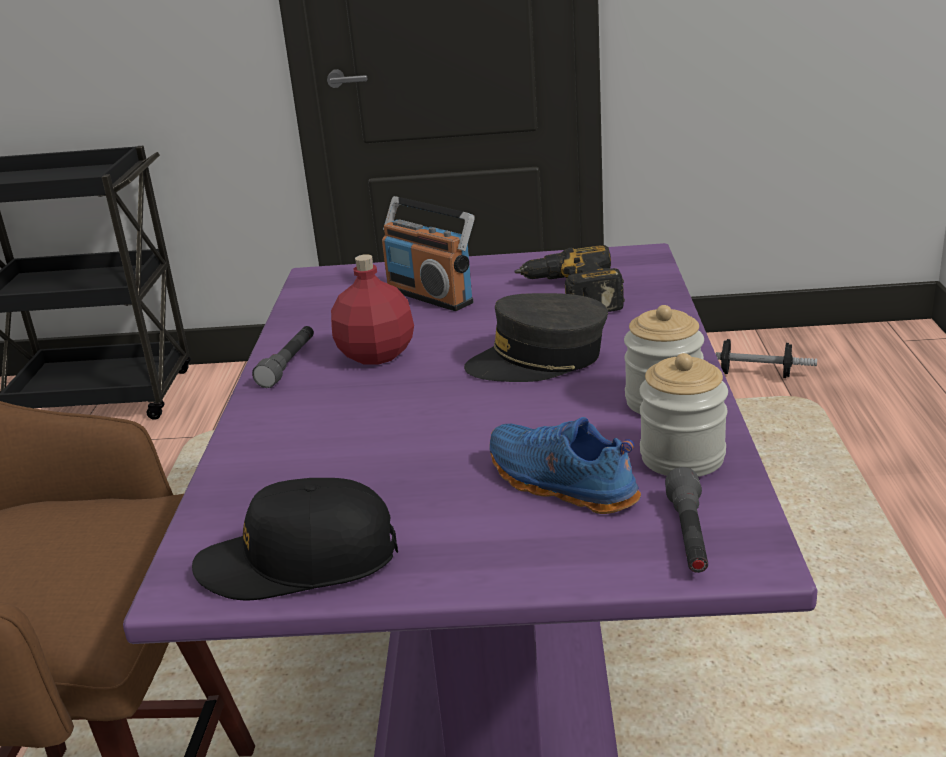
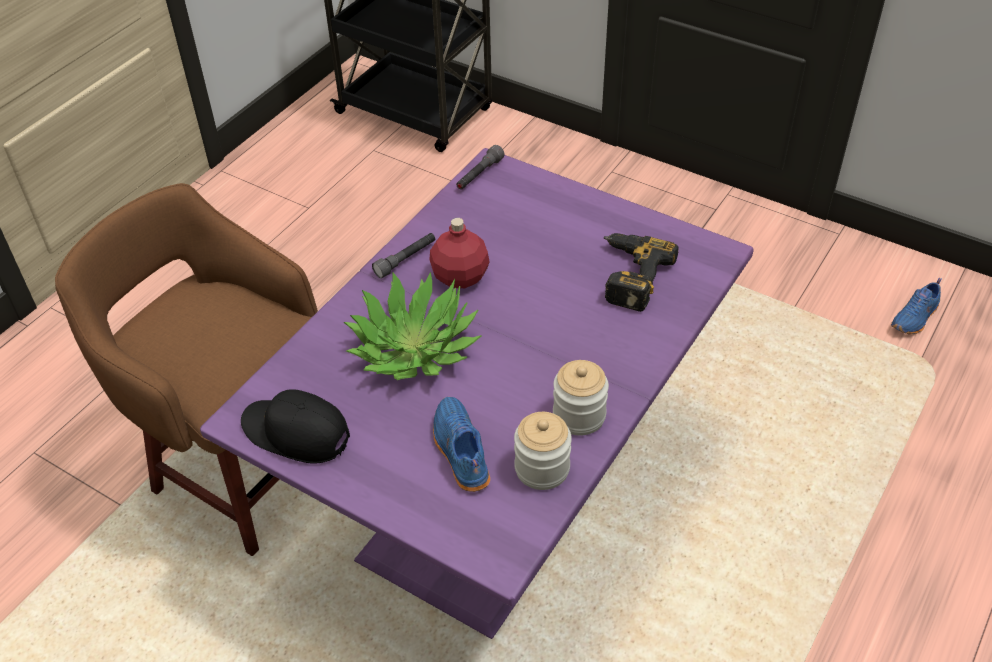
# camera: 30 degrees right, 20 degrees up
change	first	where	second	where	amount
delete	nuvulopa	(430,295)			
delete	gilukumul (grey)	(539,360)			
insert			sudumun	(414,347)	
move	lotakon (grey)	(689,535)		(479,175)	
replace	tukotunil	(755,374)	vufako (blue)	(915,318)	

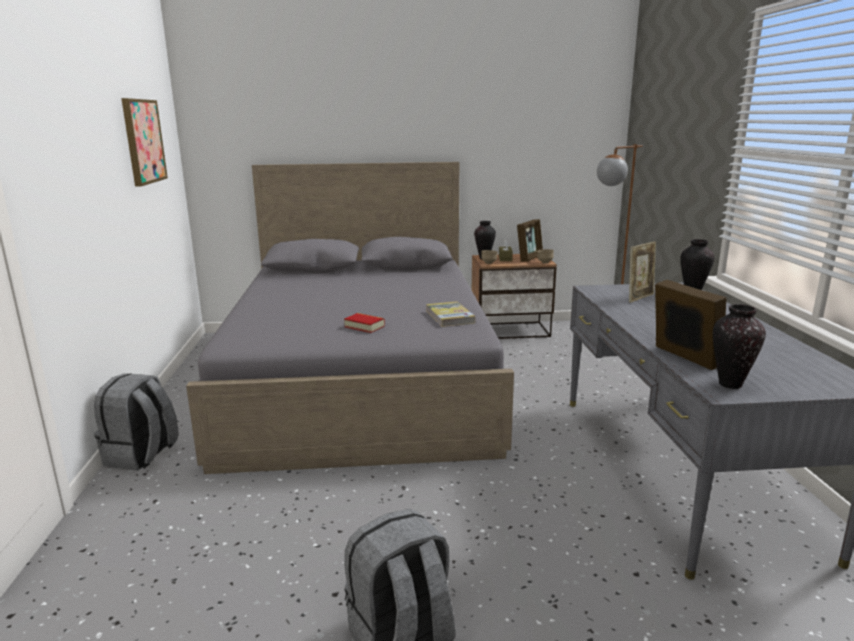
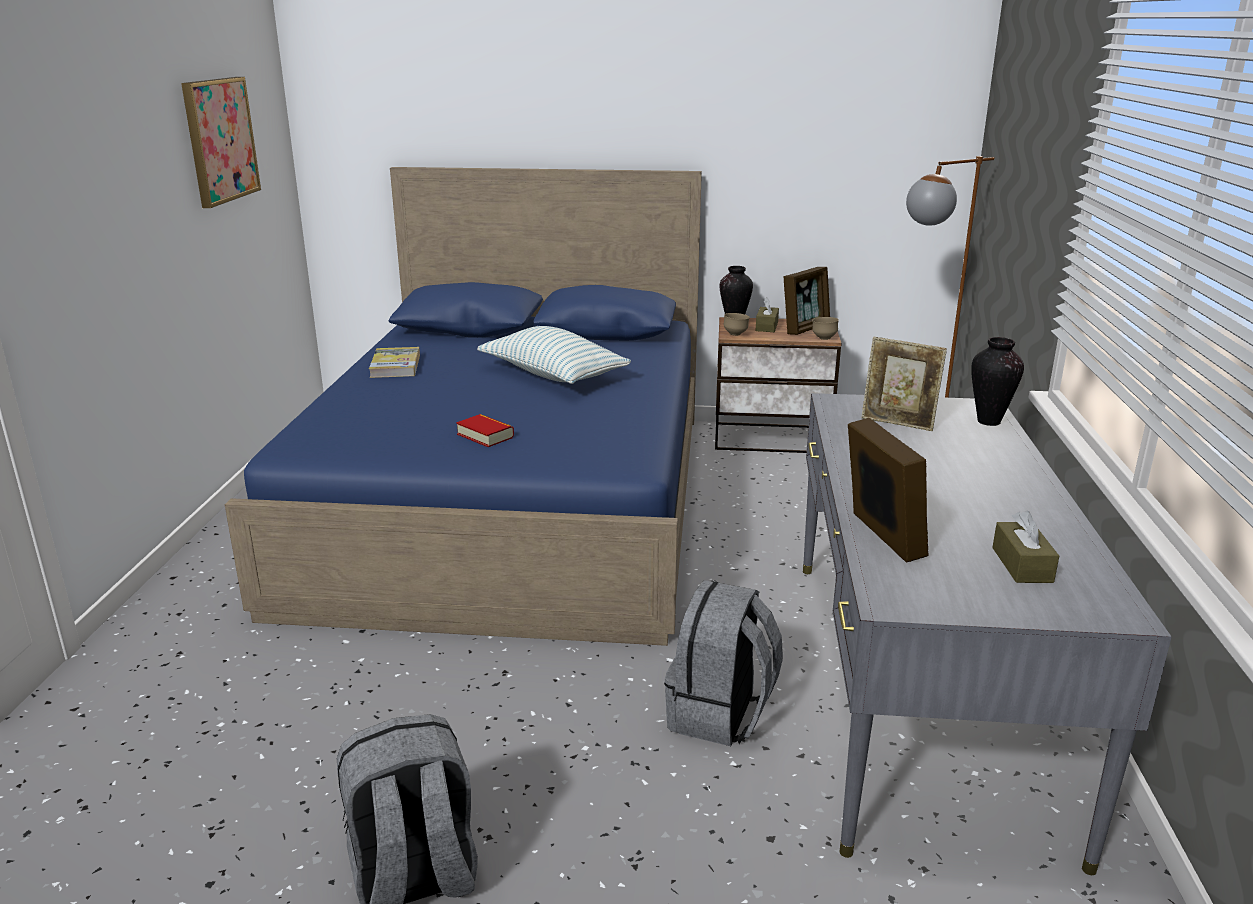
# camera: 10 degrees right, 5 degrees up
change	first	where	second	where	amount
delete	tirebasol	(730,384)			
insert			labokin	(553,375)	
insert			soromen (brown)	(1022,565)	
move	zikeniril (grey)	(142,455)		(720,715)	
move	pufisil	(449,317)		(395,366)	
recolor	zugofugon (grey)	(362,380)	zugofugon (blue)	(516,502)	
rotate	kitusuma	(640,298)		(898,423)	60 degrees clockwise

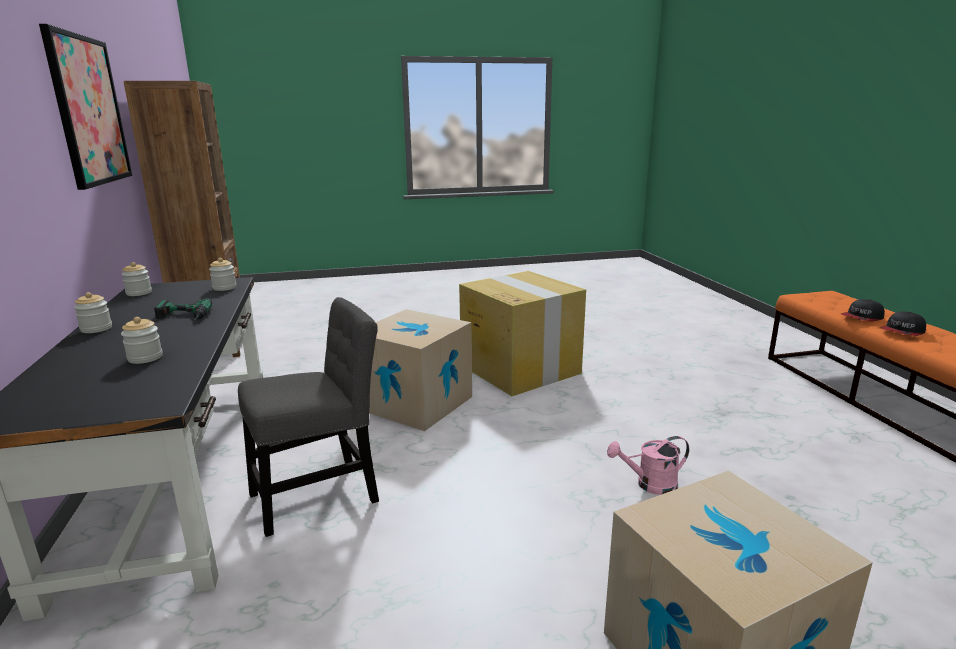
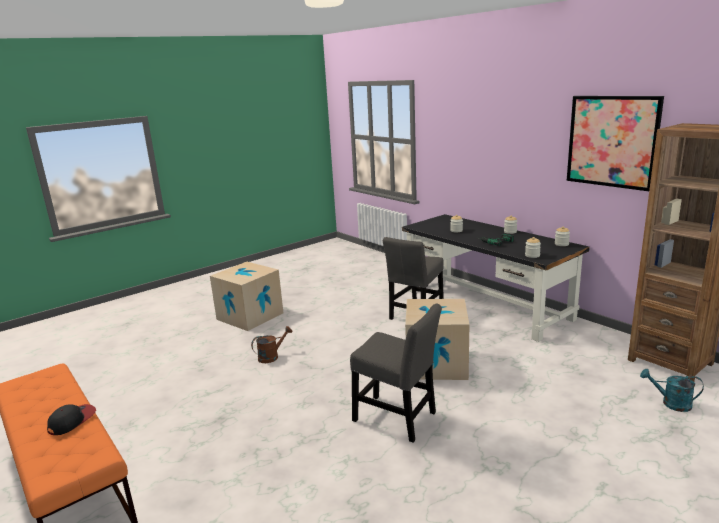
# camera: 155 degrees right, 0 degrees up
change	first	where	second	where	amount
delete	gilukumul	(903,331)			
insert			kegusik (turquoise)	(671,403)	
replace	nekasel	(519,368)	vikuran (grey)	(398,418)	
recolor	kegusik (pink)	(649,485)	kegusik (brown)	(272,356)	

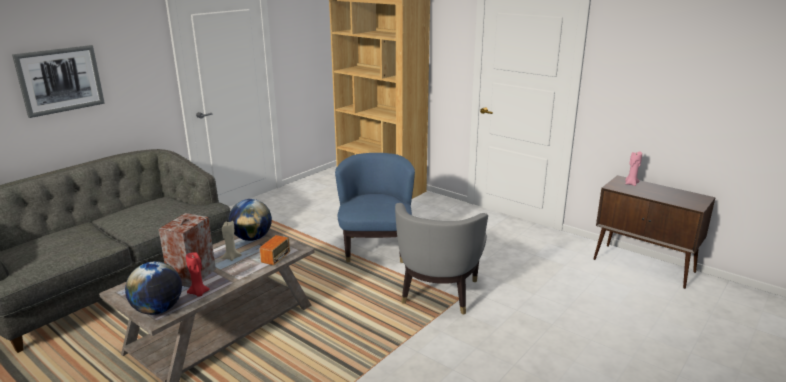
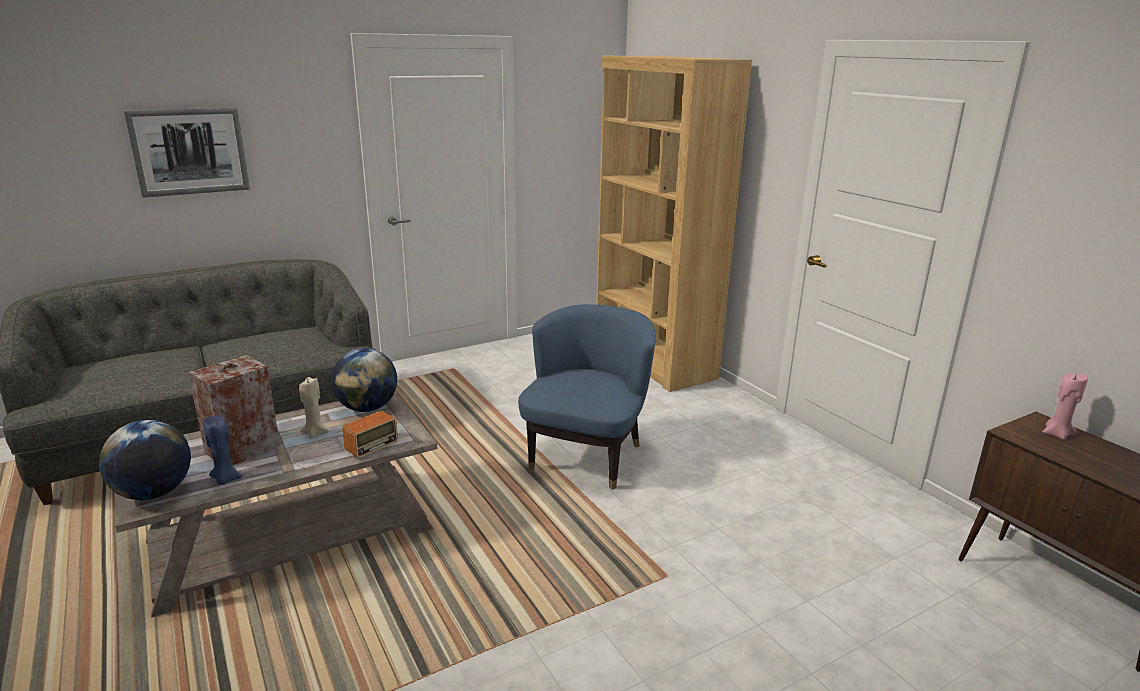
# camera: 20 degrees right, 0 degrees up
change	first	where	second	where	amount
delete	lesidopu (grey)	(439,293)			
recolor	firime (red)	(198,293)	firime (blue)	(225,479)	

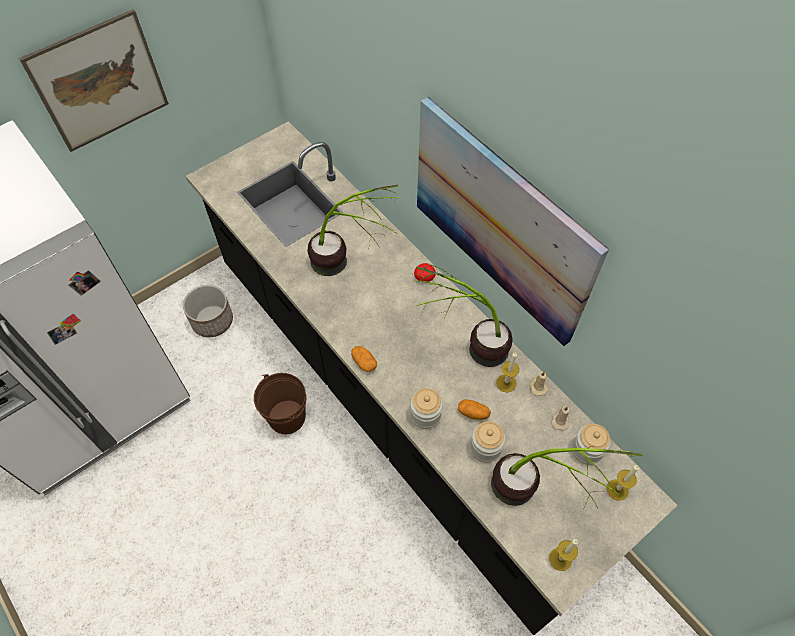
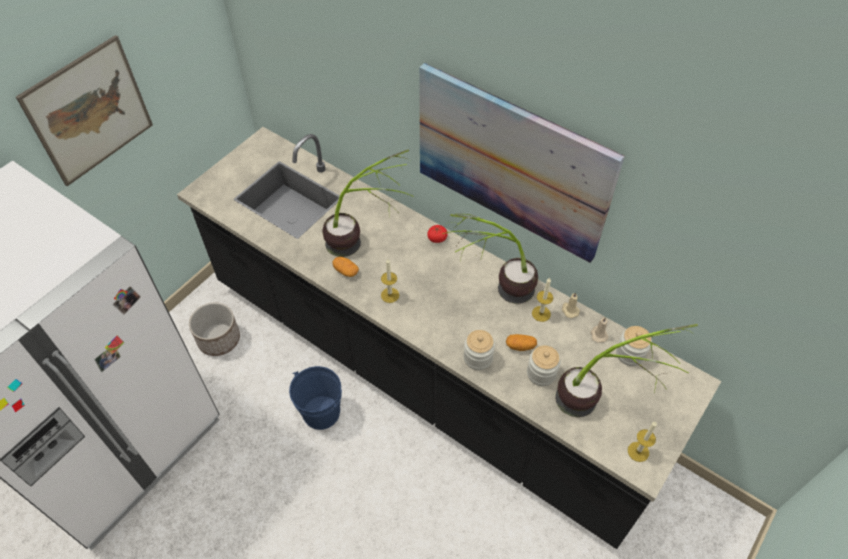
# camera: 15 degrees left, 5 degrees down
change	first	where	second	where	amount
move	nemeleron	(364,362)		(346,271)	
move	firime	(617,489)		(390,295)	
recolor	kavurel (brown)	(287,417)	kavurel (blue)	(321,412)	

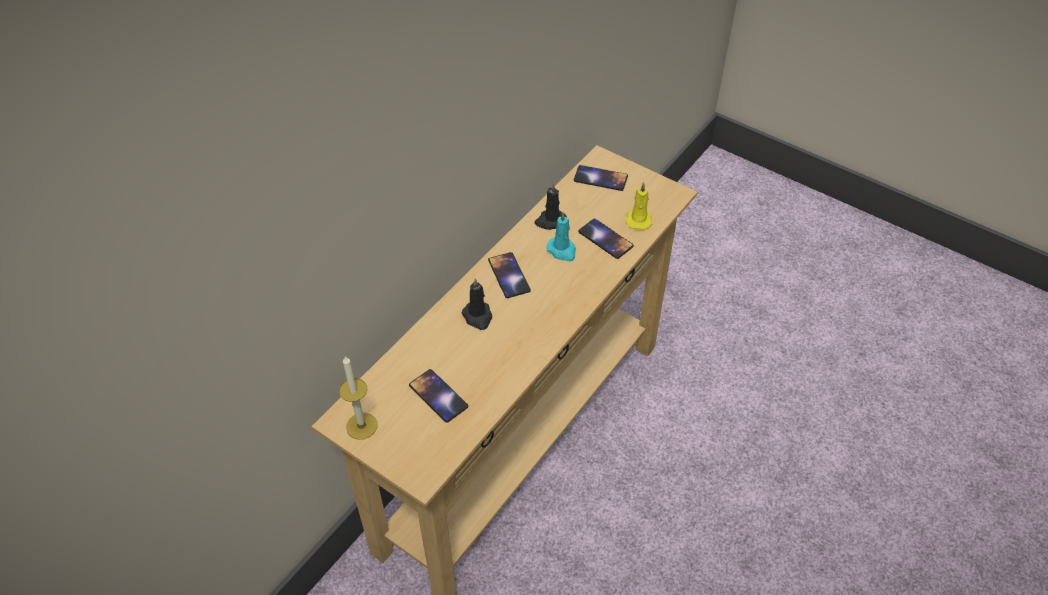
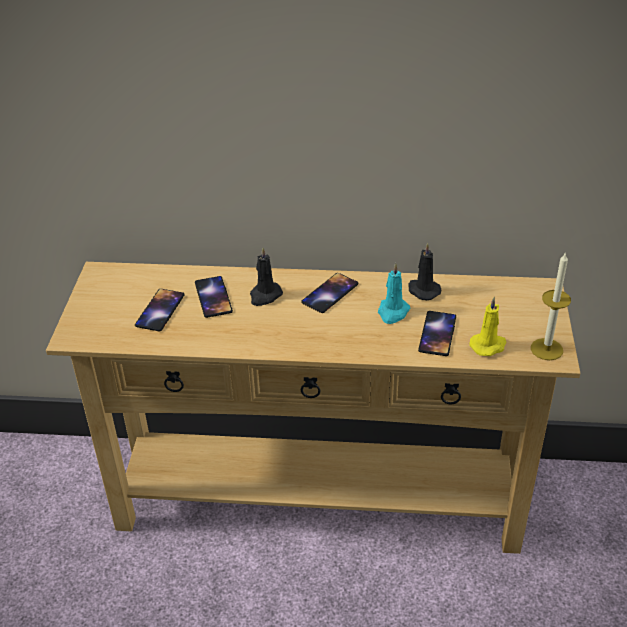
# camera: 60 degrees right, 10 degrees down
change	first	where	second	where	amount
move	firime	(361,426)		(546,349)	
move	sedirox	(600,178)		(213,297)	

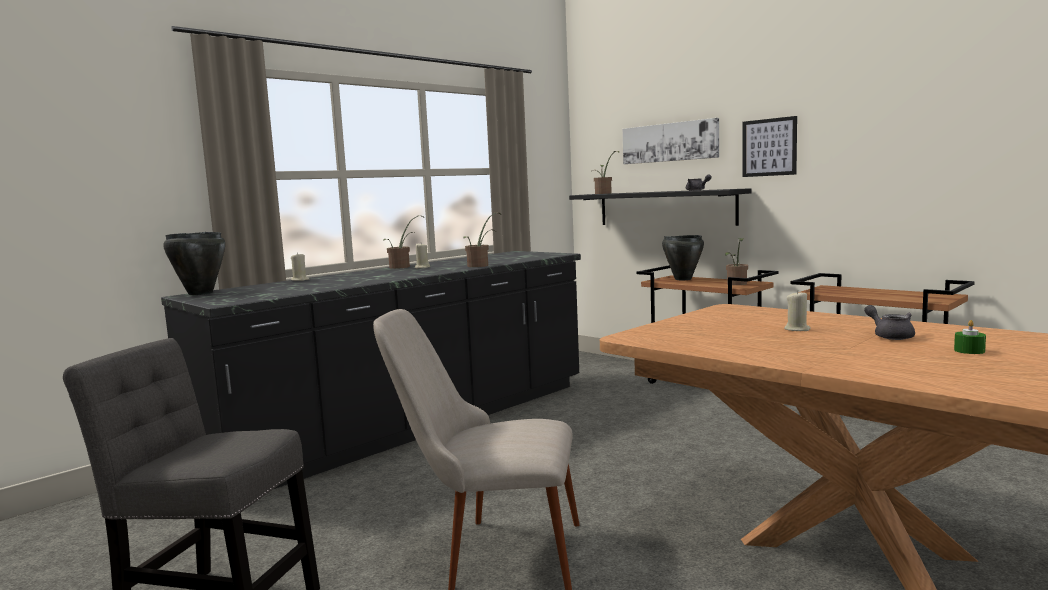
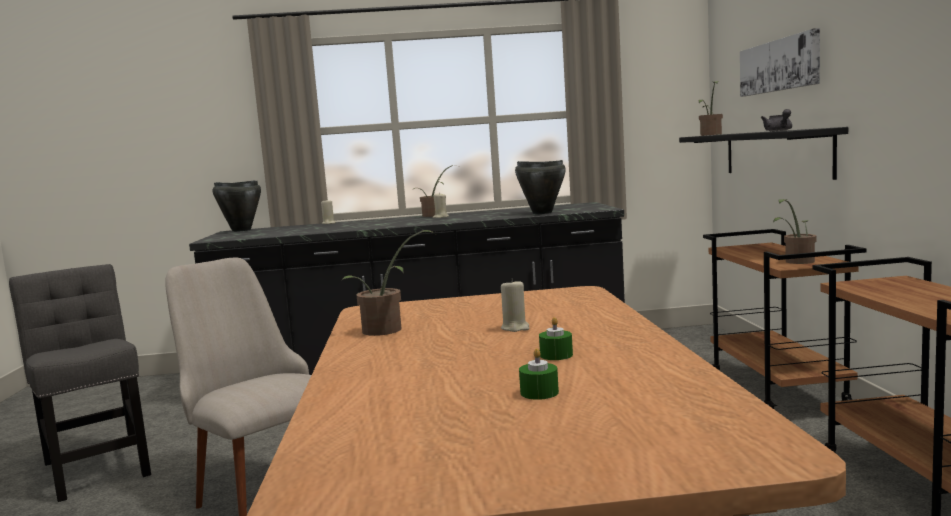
# camera: 40 degrees right, 0 degrees up
change	first	where	second	where	amount
delete	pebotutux	(769,147)			
move	sudumun	(481,265)		(388,330)	
move	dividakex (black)	(682,279)		(542,213)	
replace	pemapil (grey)	(890,336)	firime (green)	(556,355)	

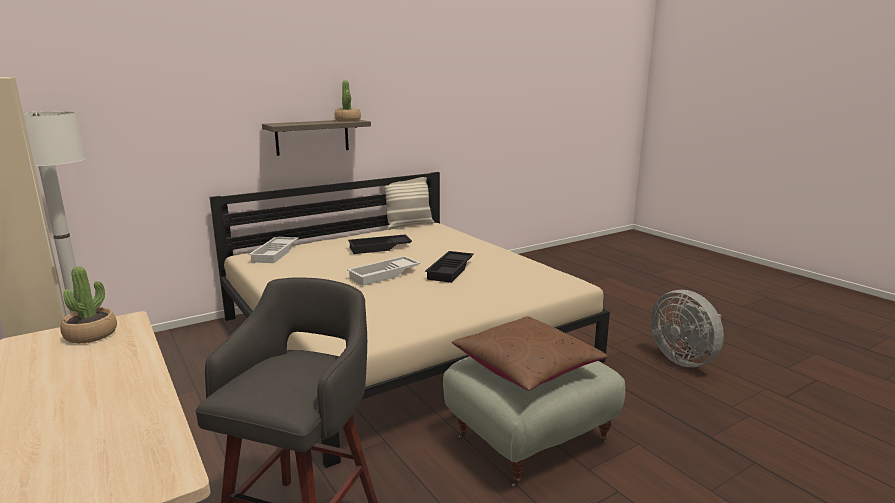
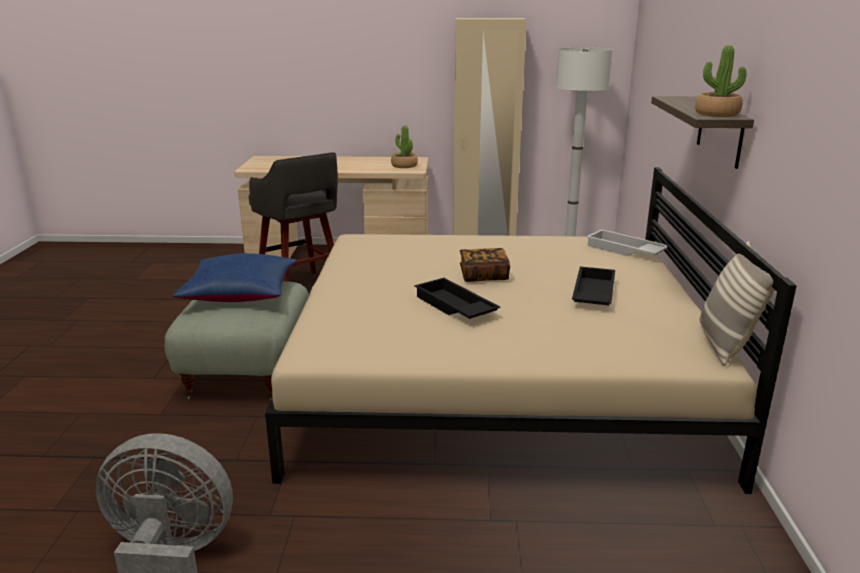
# camera: 125 degrees right, 5 degrees up
change	first	where	second	where	amount
replace	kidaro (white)	(384,275)	pufisil	(483,276)	
recolor	labokin (brown)	(526,367)	labokin (blue)	(240,293)	

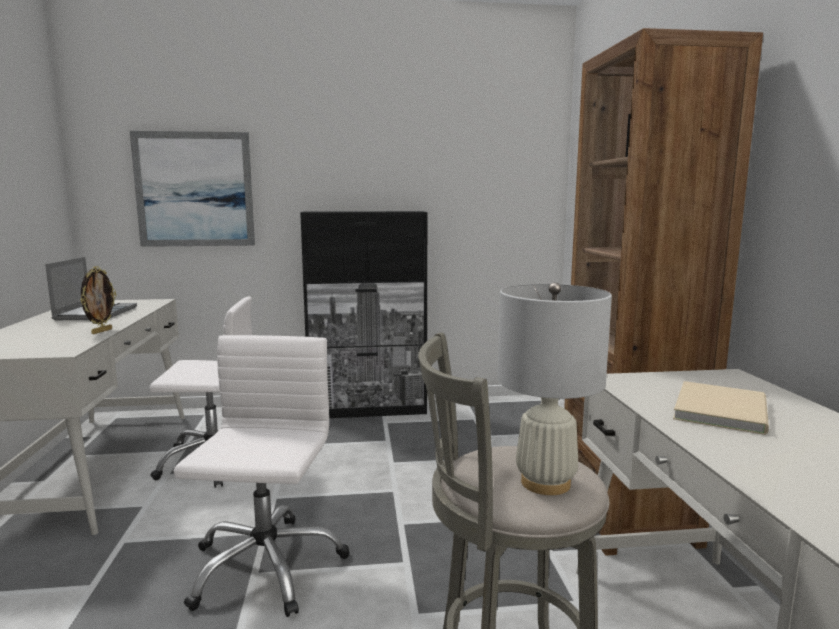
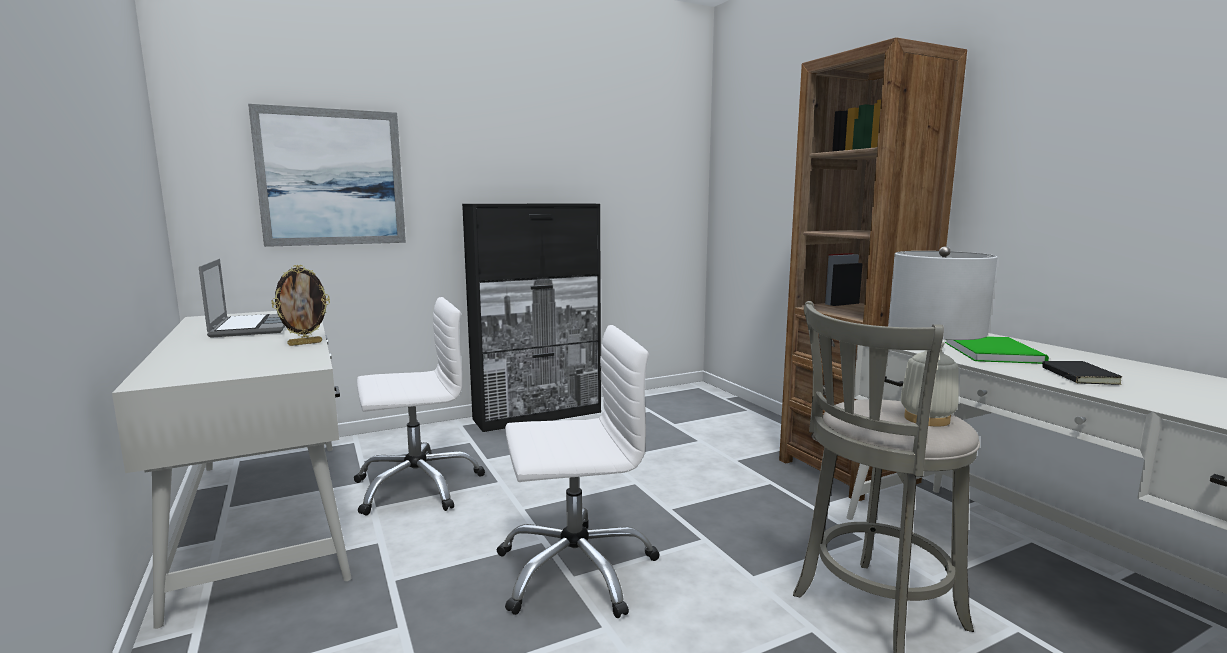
# camera: 20 degrees left, 0 degrees up
change	first	where	second	where	amount
insert			pufisil (black)	(1076,376)	
recolor	pufisil (beige)	(724,409)	pufisil (green)	(994,352)	
rotate	kitusuma	(101,331)		(305,343)	60 degrees clockwise
rotate	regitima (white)	(265,566)		(575,569)	90 degrees clockwise

